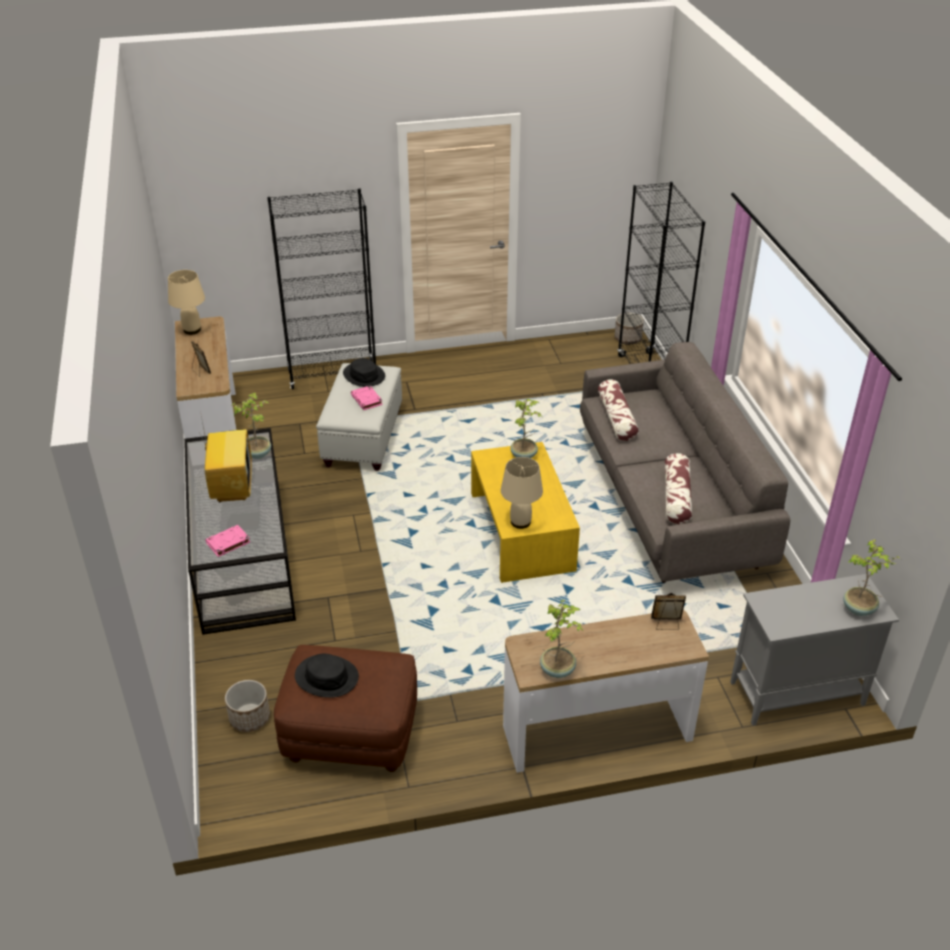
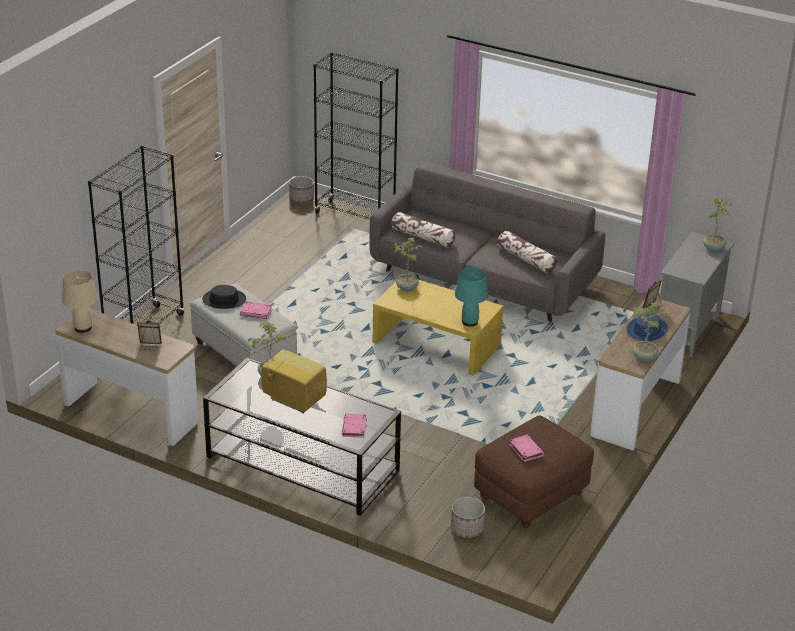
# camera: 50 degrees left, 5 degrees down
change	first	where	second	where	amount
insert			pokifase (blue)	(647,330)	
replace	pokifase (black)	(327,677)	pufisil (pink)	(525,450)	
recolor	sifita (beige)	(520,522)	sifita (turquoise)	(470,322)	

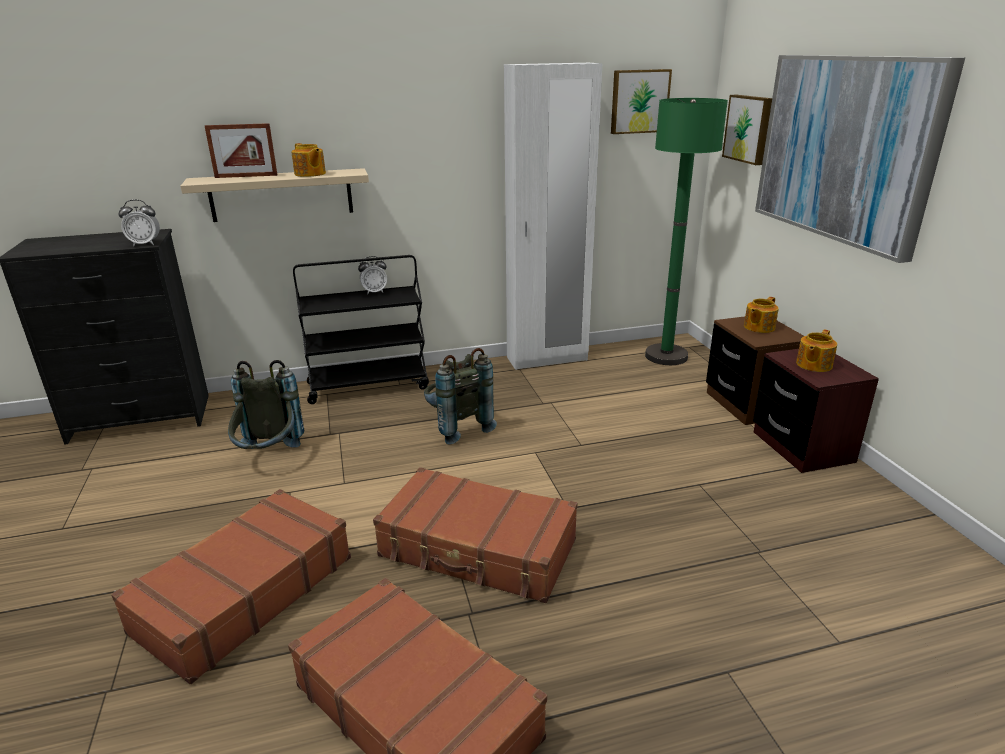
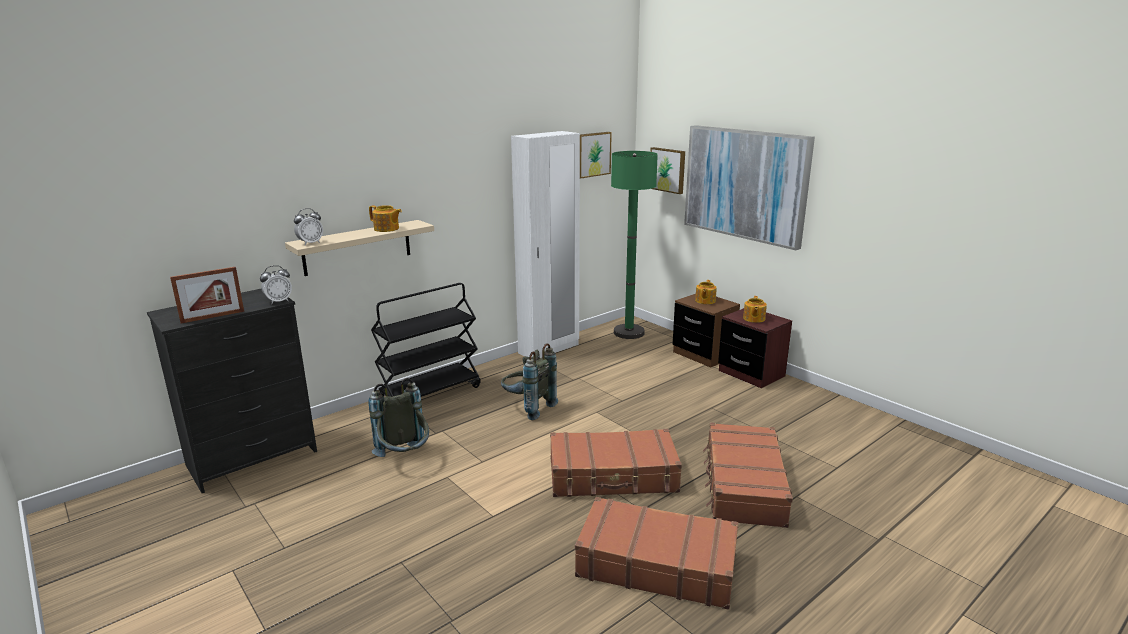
# camera: 25 degrees left, 5 degrees down
change	first	where	second	where	amount
move	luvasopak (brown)	(244,594)		(743,485)	
move	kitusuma	(246,176)		(213,317)	
move	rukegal	(374,292)		(310,243)	

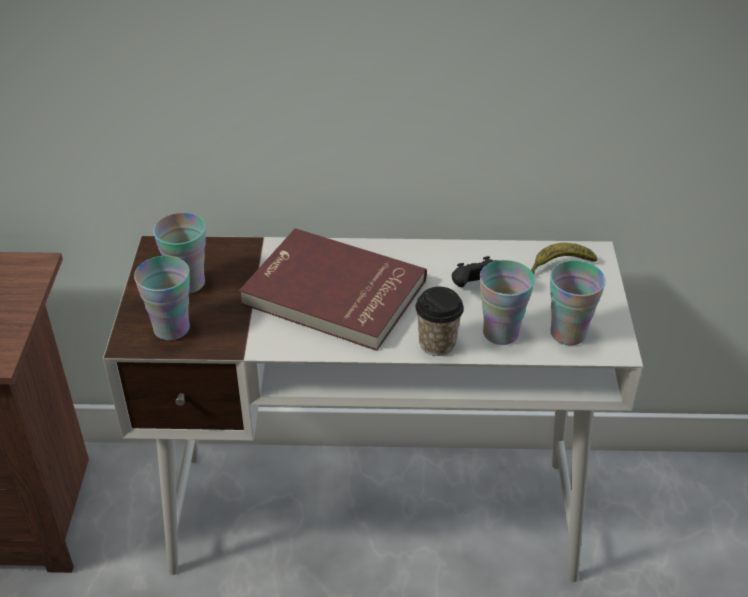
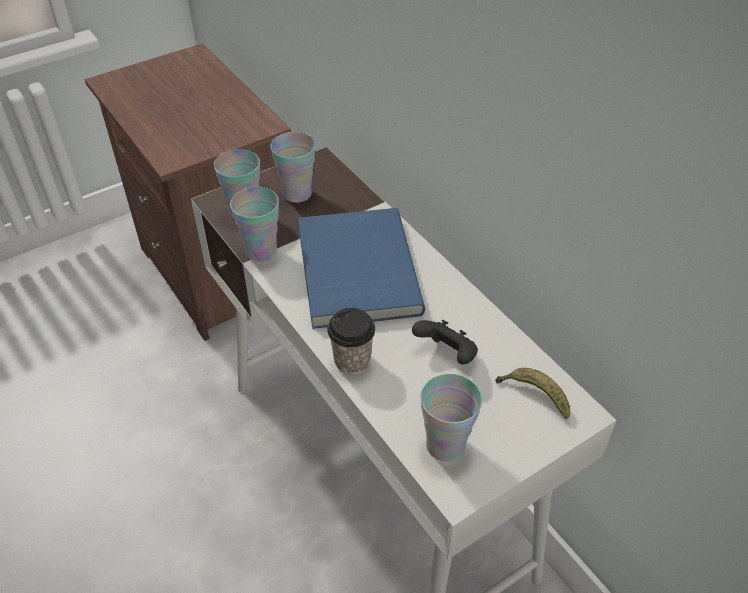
# camera: 55 degrees right, 5 degrees up
change	first	where	second	where	amount
move	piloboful	(500,333)		(261,251)	
recolor	pufisil (red)	(333,294)	pufisil (blue)	(354,271)	

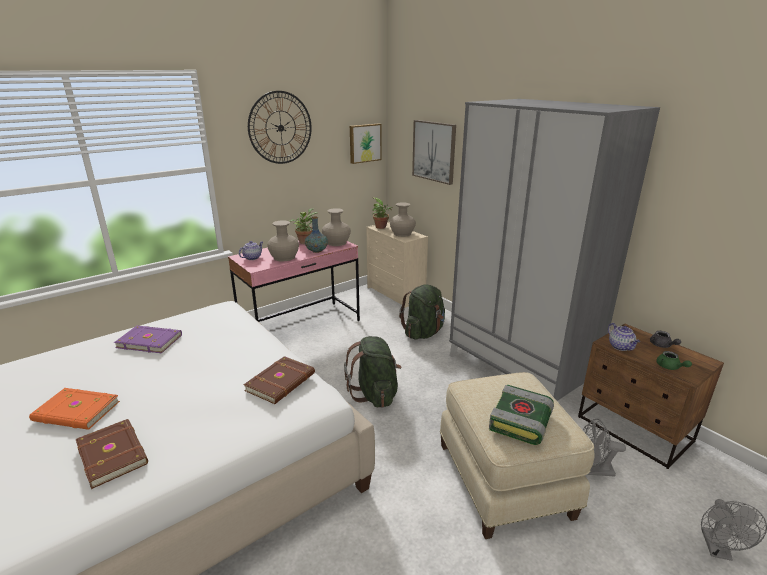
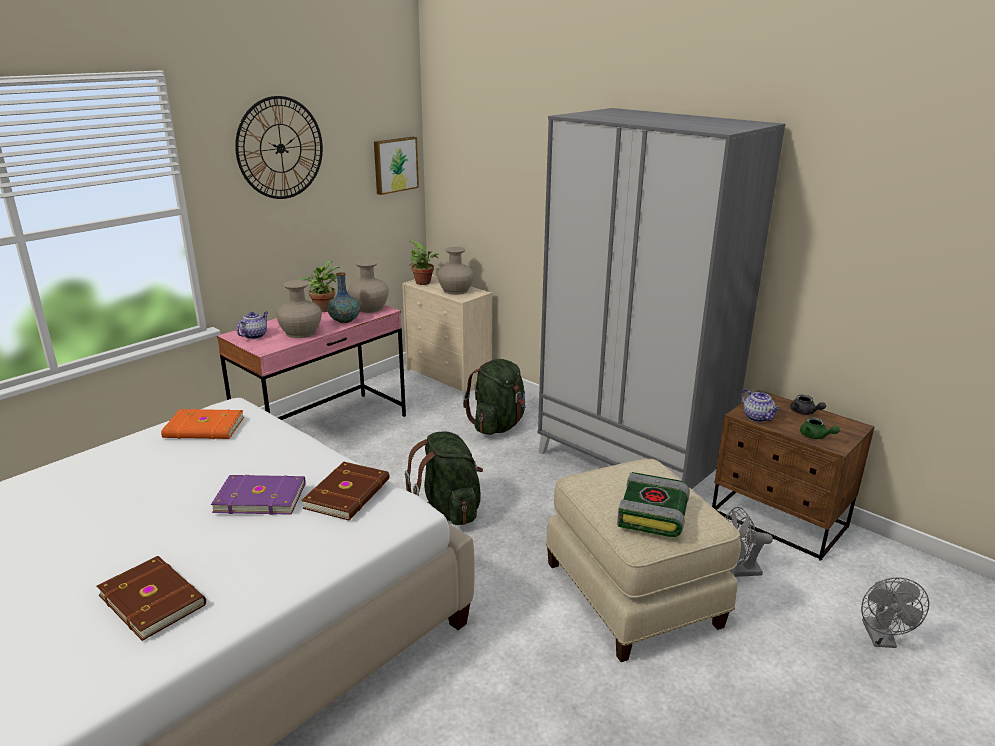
# camera: 10 degrees left, 0 degrees up
change	first	where	second	where	amount
delete	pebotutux	(434,151)			
move	pufisil (orange)	(76,412)		(204,428)	
move	pufisil (purple)	(150,341)		(260,497)	

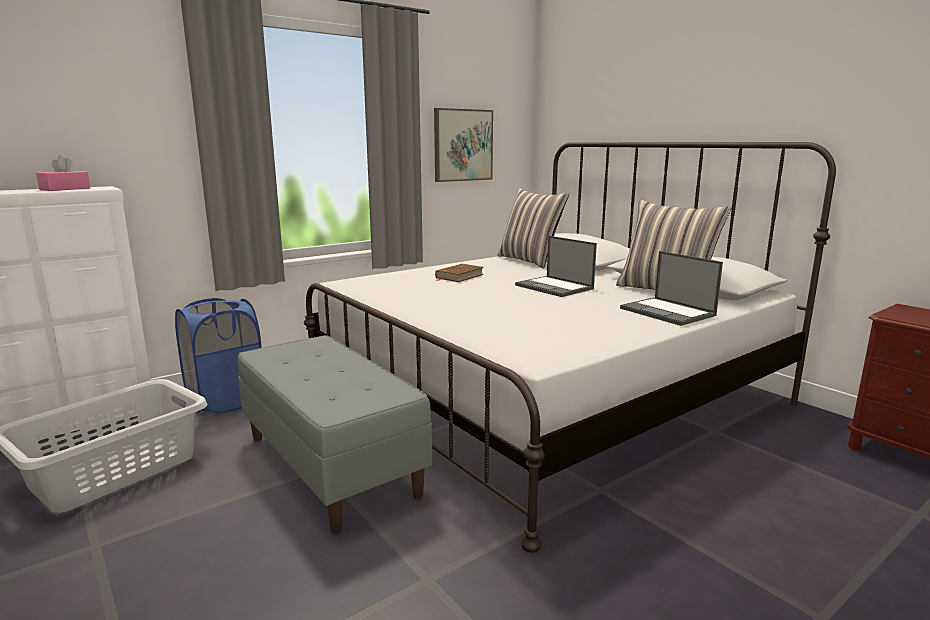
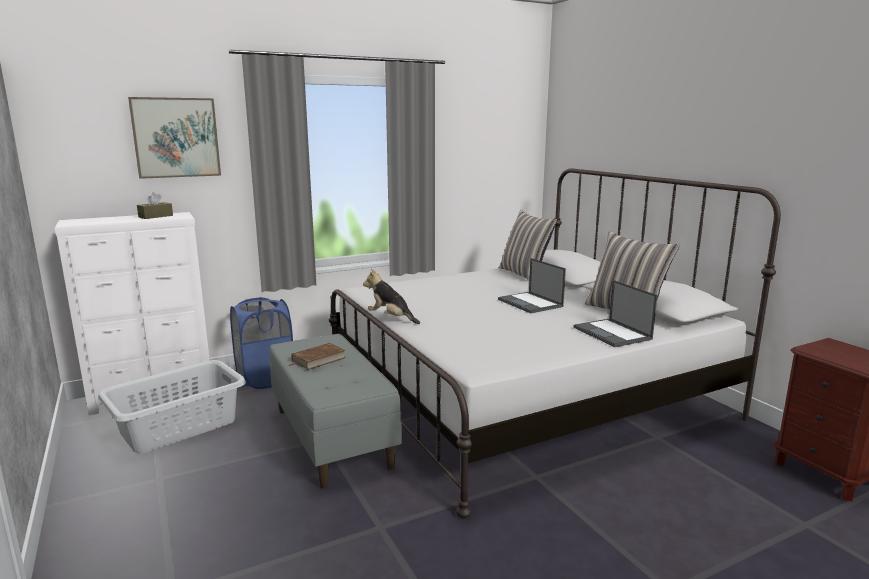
# camera: 10 degrees right, 0 degrees up
change	first	where	second	where	amount
insert			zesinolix	(391,318)	
move	pebotutux	(463,145)		(176,137)	
move	pufisil (brown)	(459,276)		(318,359)	
recolor	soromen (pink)	(65,189)	soromen (brown)	(155,216)	

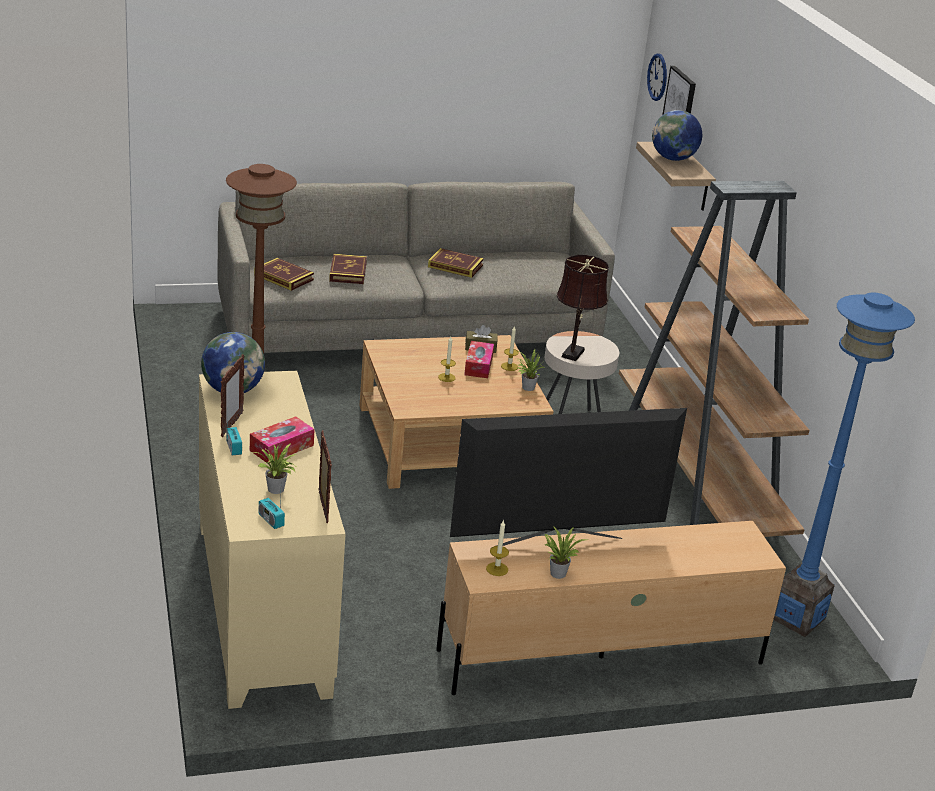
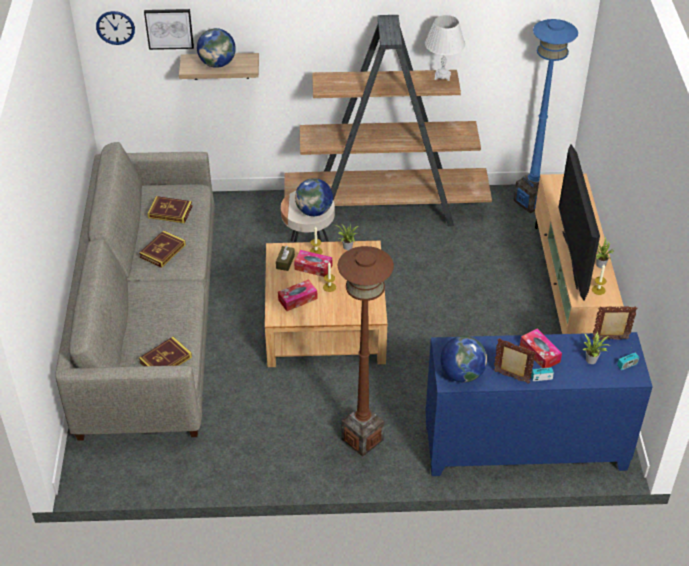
# camera: 75 degrees left, 15 degrees up
change	first	where	second	where	amount
insert			soromen	(297,299)	
insert			sifita (white)	(442,76)	
move	pufisil	(348,272)		(170,212)	
replace	sifita (brown)	(574,352)	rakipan	(314,211)	
recolor	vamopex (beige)	(260,607)	vamopex (blue)	(524,447)	

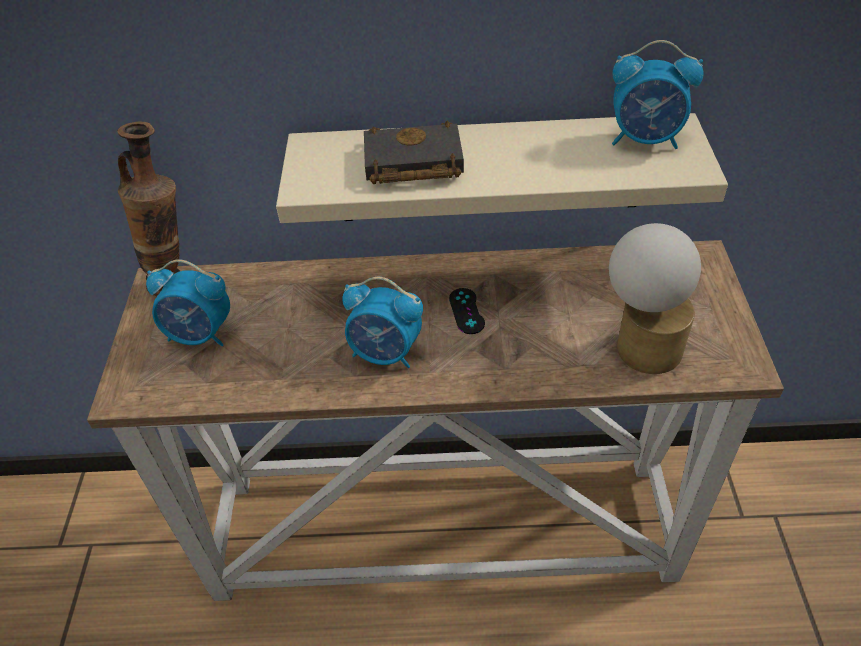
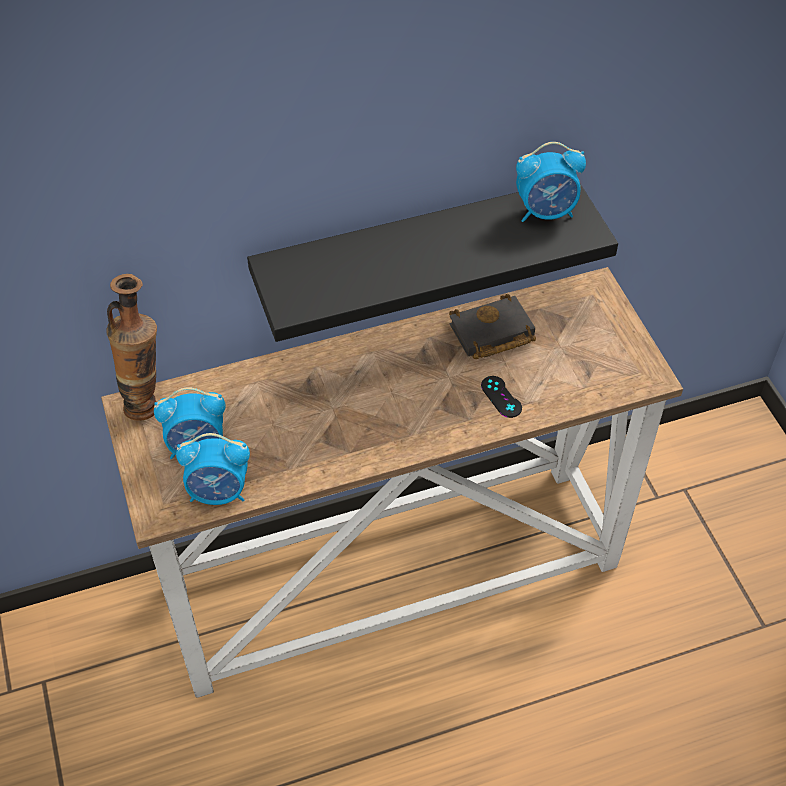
# camera: 20 degrees left, 5 degrees up
change	first	where	second	where	amount
delete	sifita	(641,343)			
move	rukegal	(386,353)		(219,492)	
move	pufisil (black)	(411,163)		(491,334)	
move	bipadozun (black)	(466,311)		(501,397)	
recolor	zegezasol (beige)	(490,169)	zegezasol (black)	(415,250)	

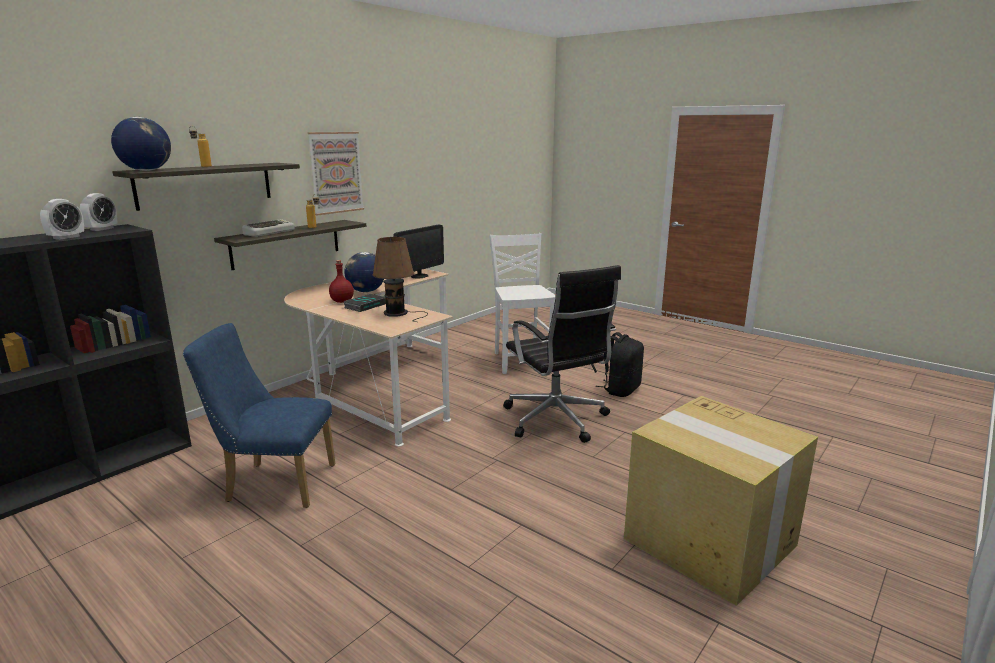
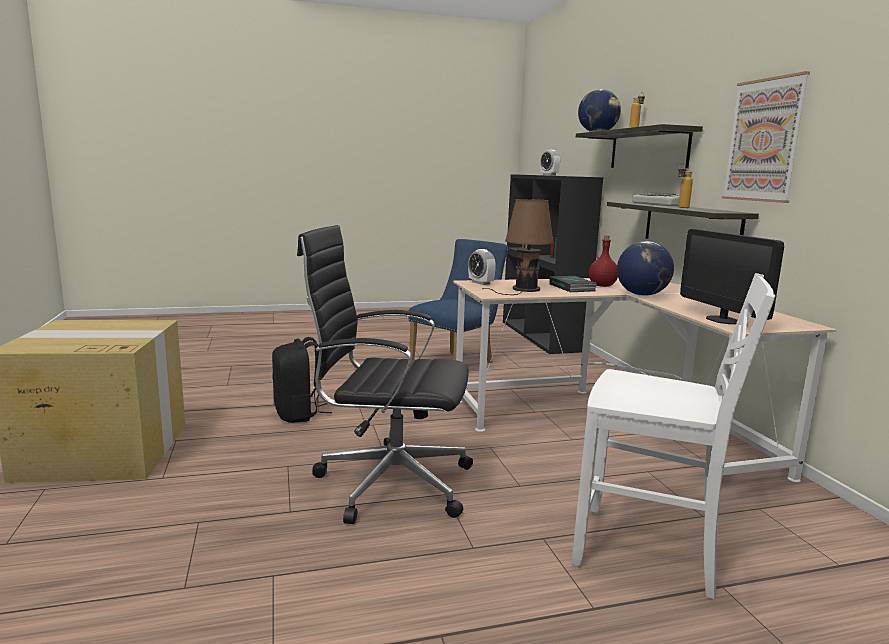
# camera: 125 degrees right, 5 degrees down
change	first	where	second	where	amount
move	rukegal	(102,229)		(481,283)	
move	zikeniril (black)	(620,390)		(298,414)	

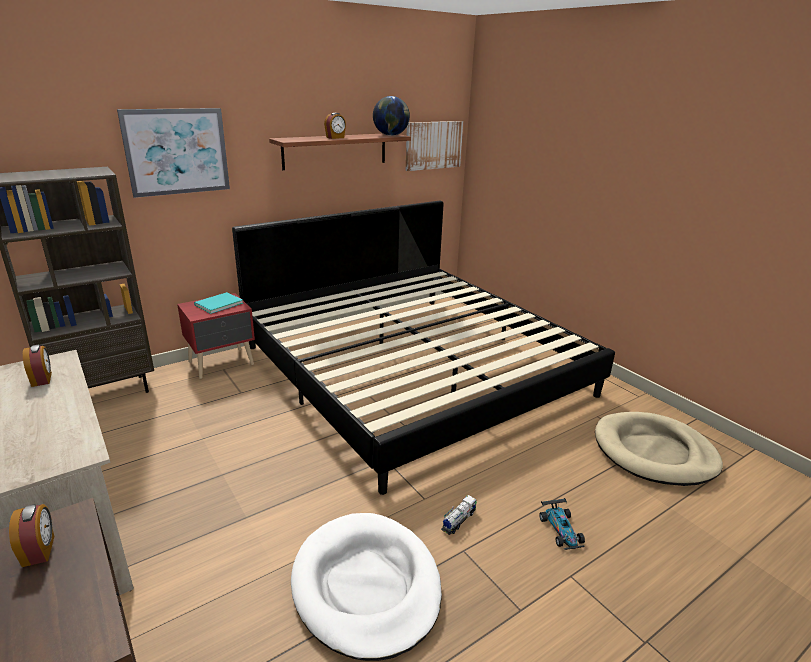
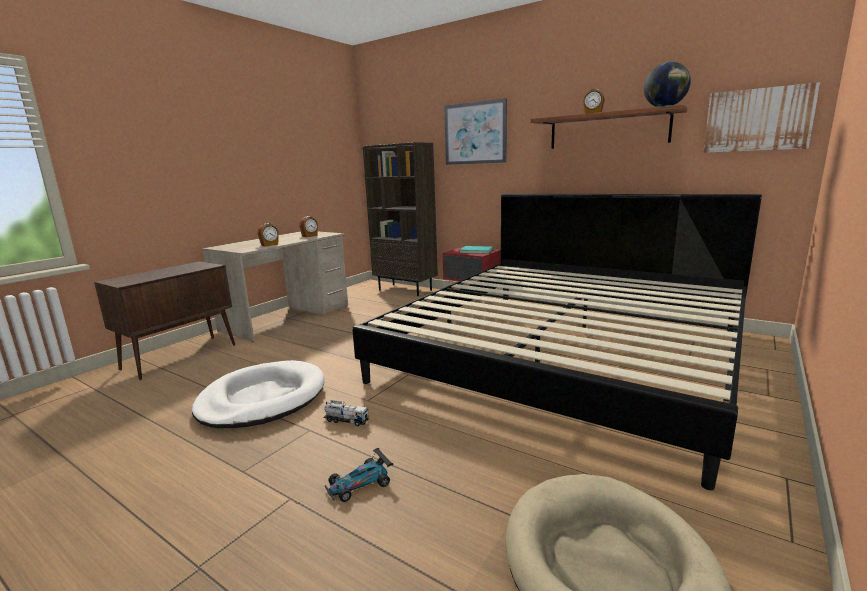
# camera: 70 degrees right, 10 degrees down
change	first	where	second	where	amount
move	rukegal	(39,551)		(269,245)	

